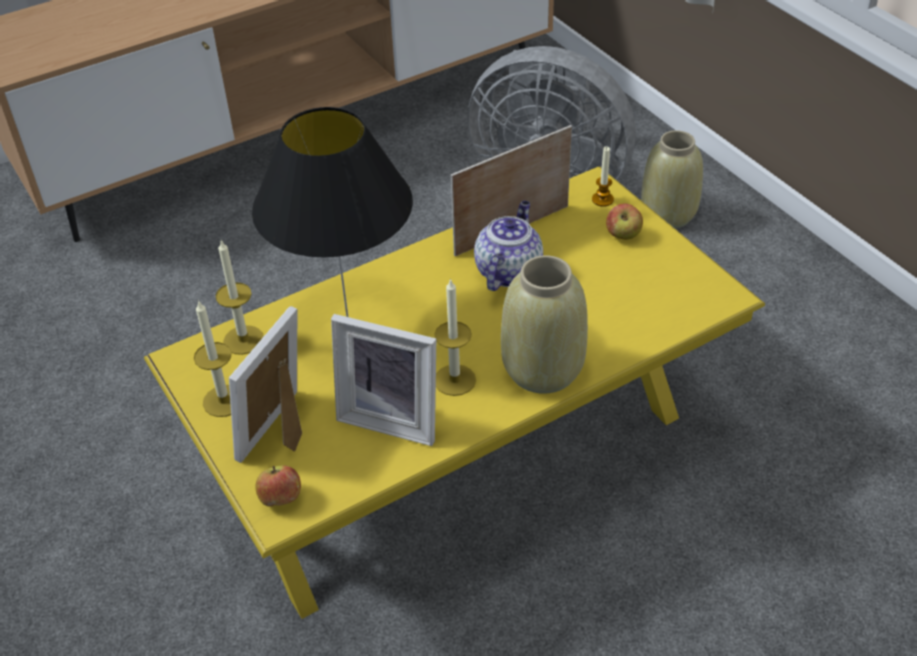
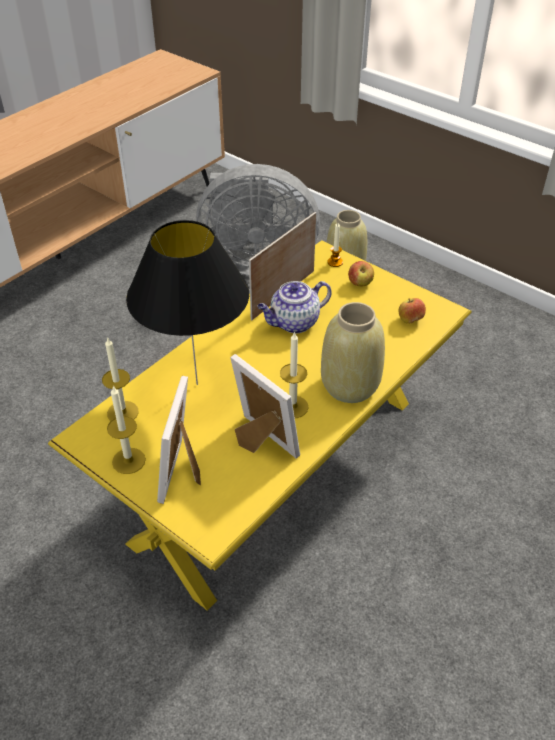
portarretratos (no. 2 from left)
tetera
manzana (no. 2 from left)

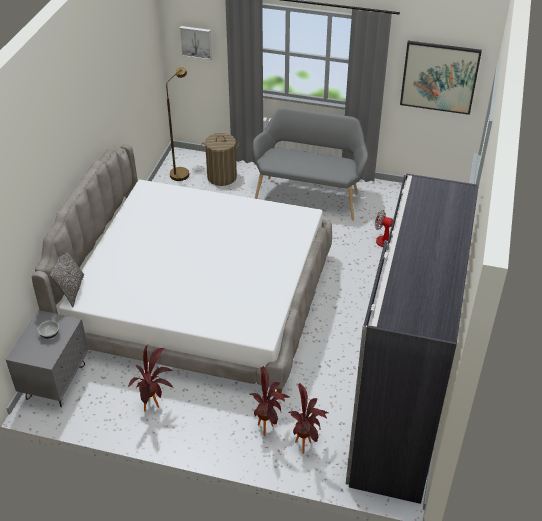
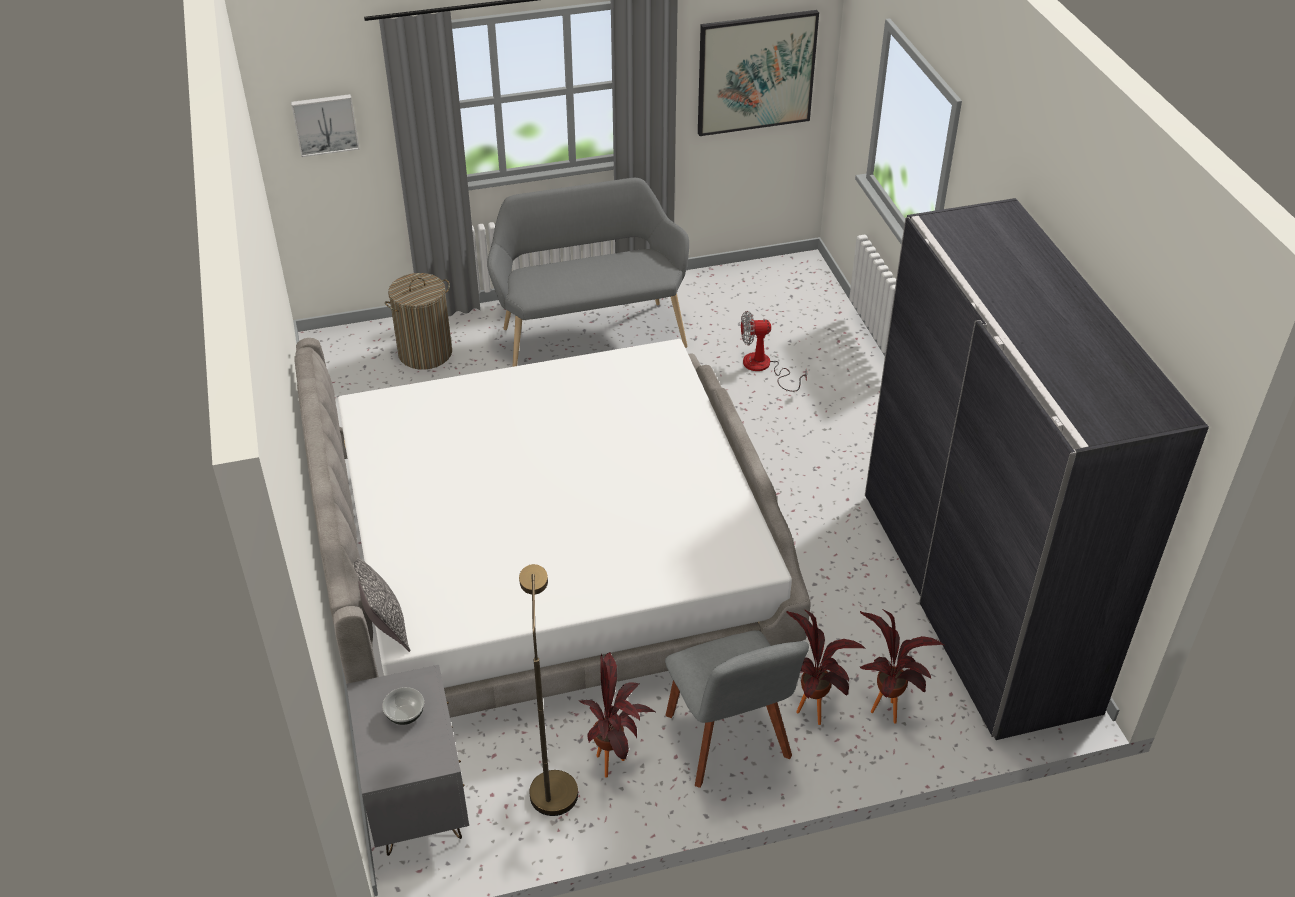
lámpara de pie [marrón]
silla [gris]

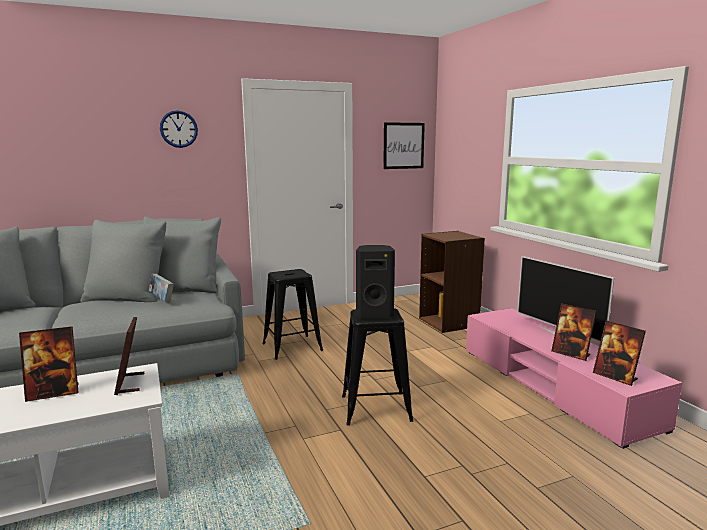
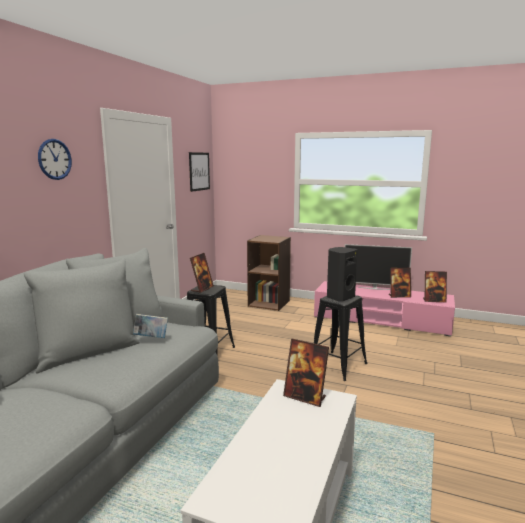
portarretratos (no. 1 from left)

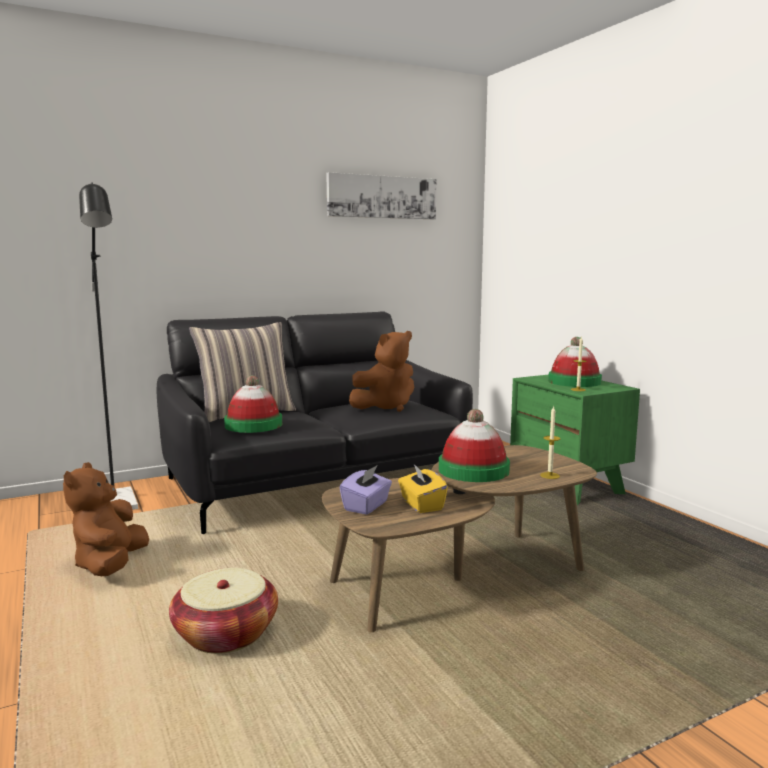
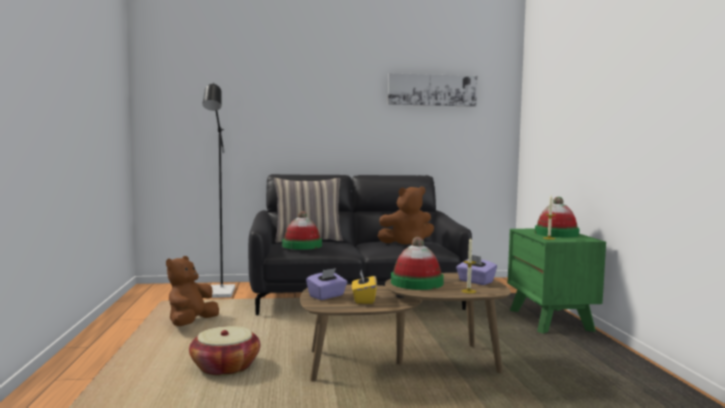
caja de pañuelos [morado] (no. 2 from left)

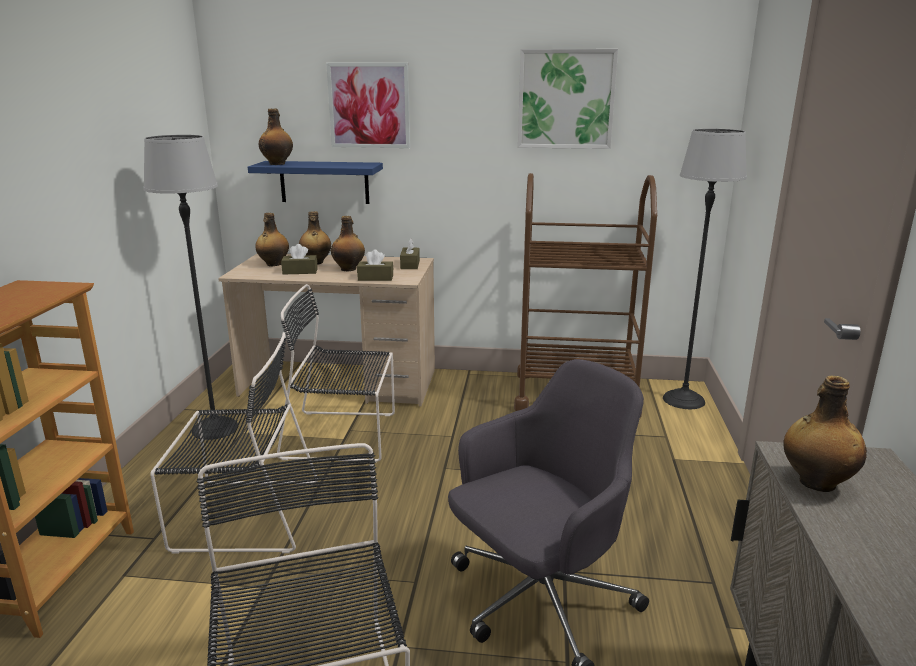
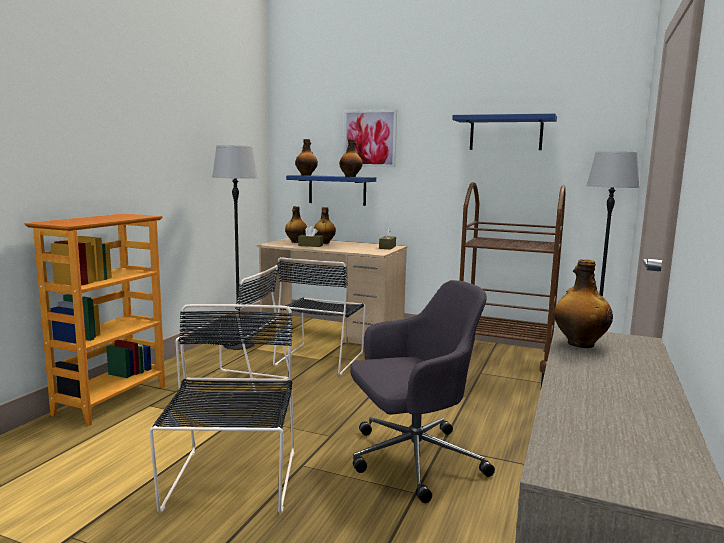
silla [negro] (no. 3 from left)
botella (no. 4 from left)
estante [azul] (no. 2 from left)
caja de pañuelos [marrón] (no. 2 from left in the first image)

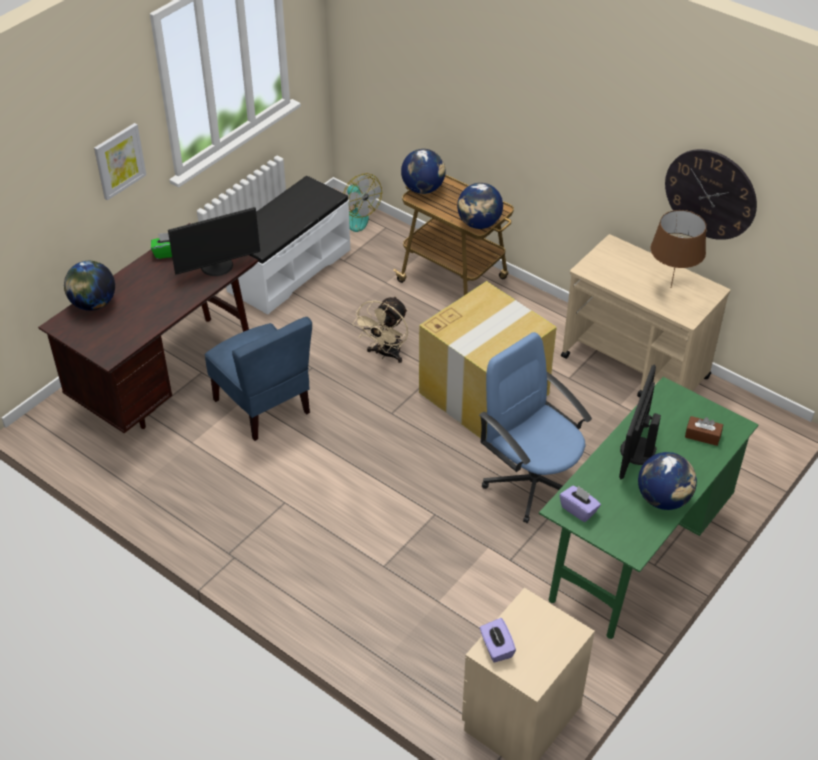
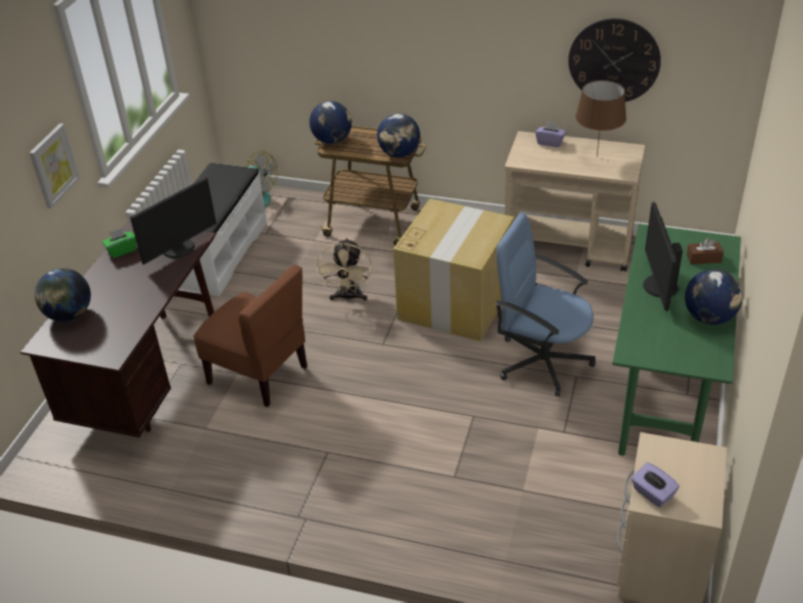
silla [marrón]
caja de pañuelos [morado] (no. 1 from left)

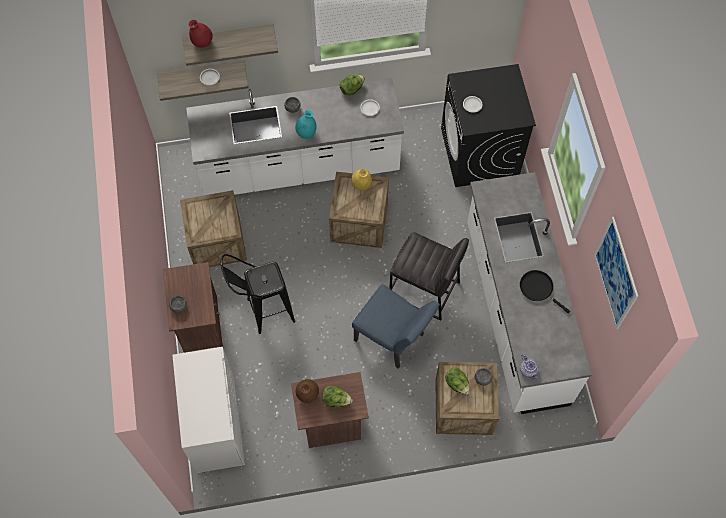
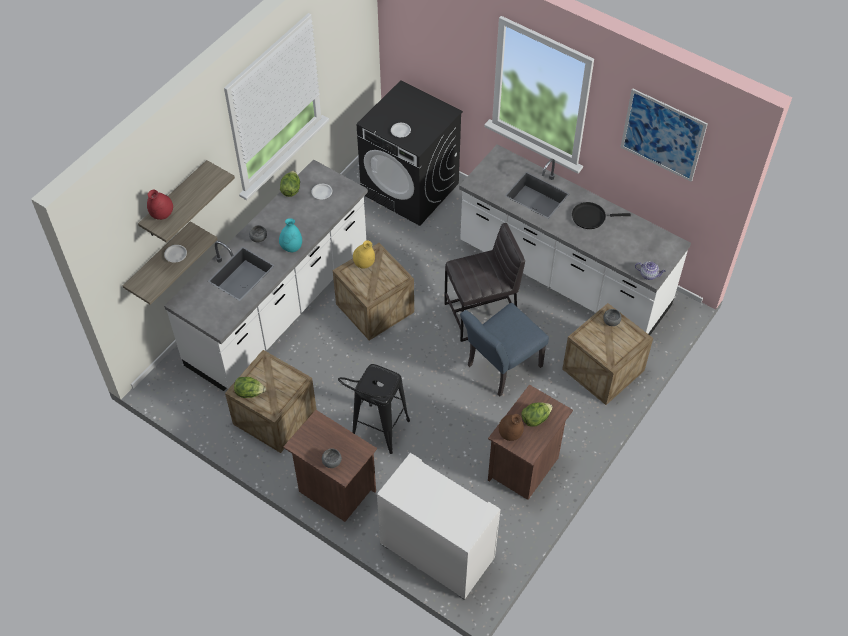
lechuga (no. 1 from left)
silla [azul]

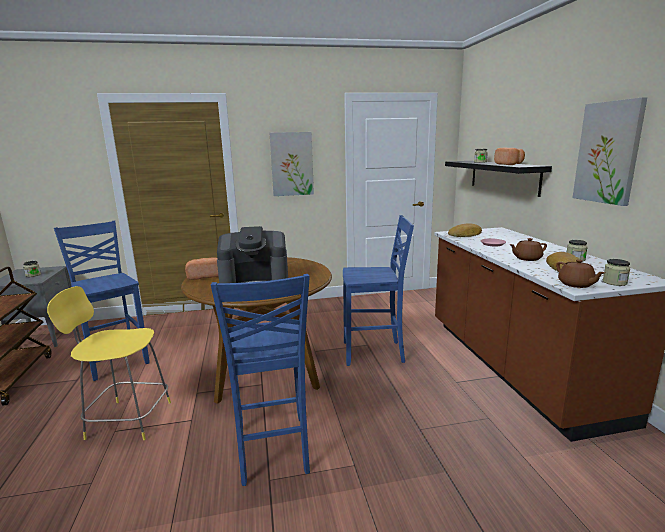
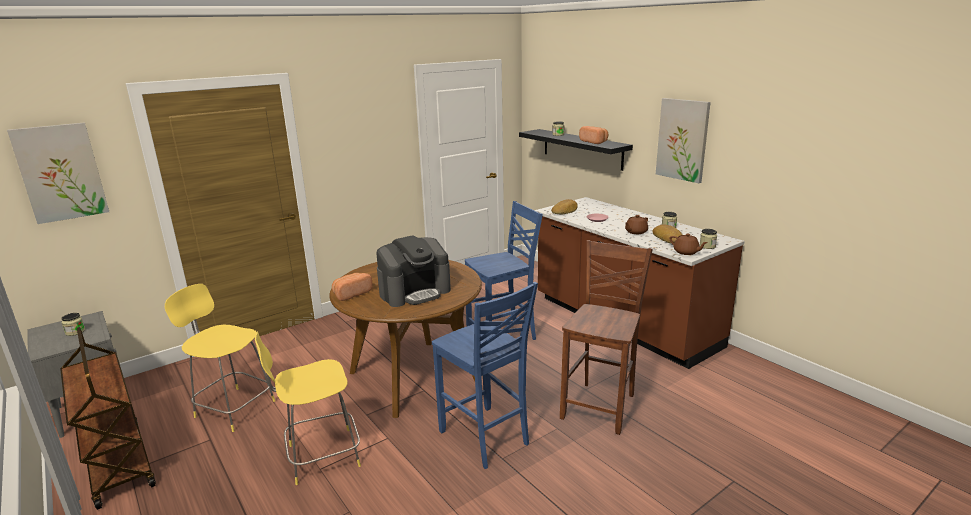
cuadro (no. 1 from left)
taburete [amarillo] (no. 1 from left)
silla [marrón]

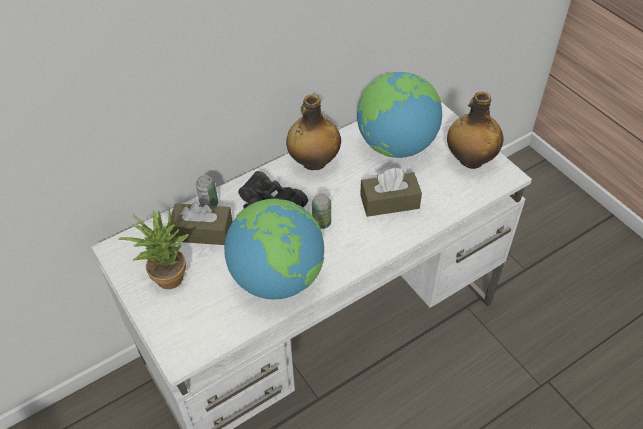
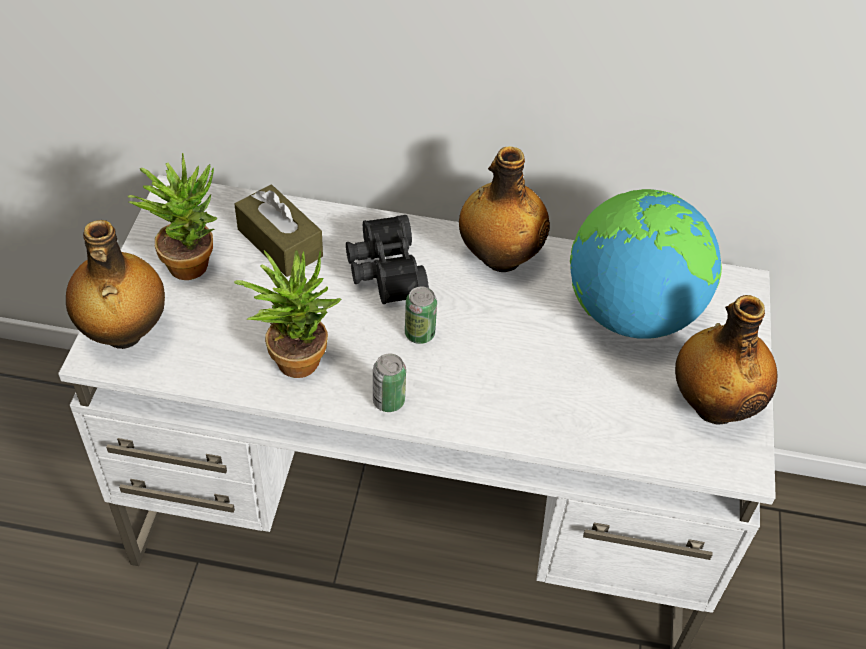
botella (no. 1 from left)
planta en maceta (no. 2 from left)
lata (no. 1 from left)
caja de pañuelos [marrón] (no. 2 from left in the first image)

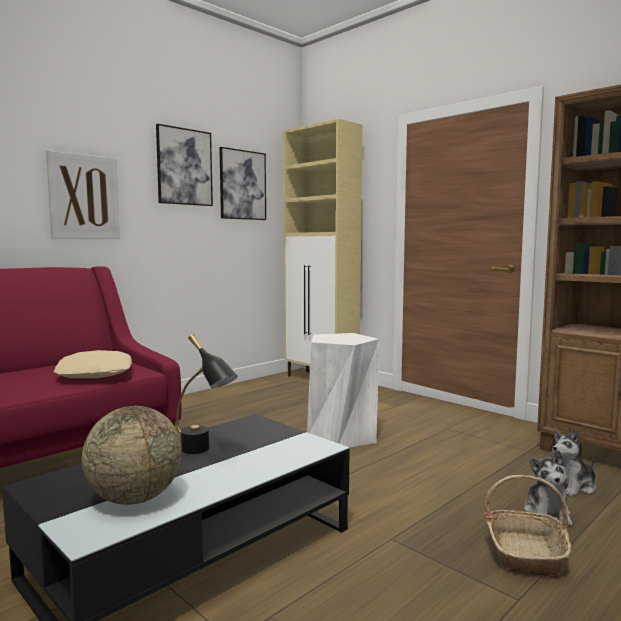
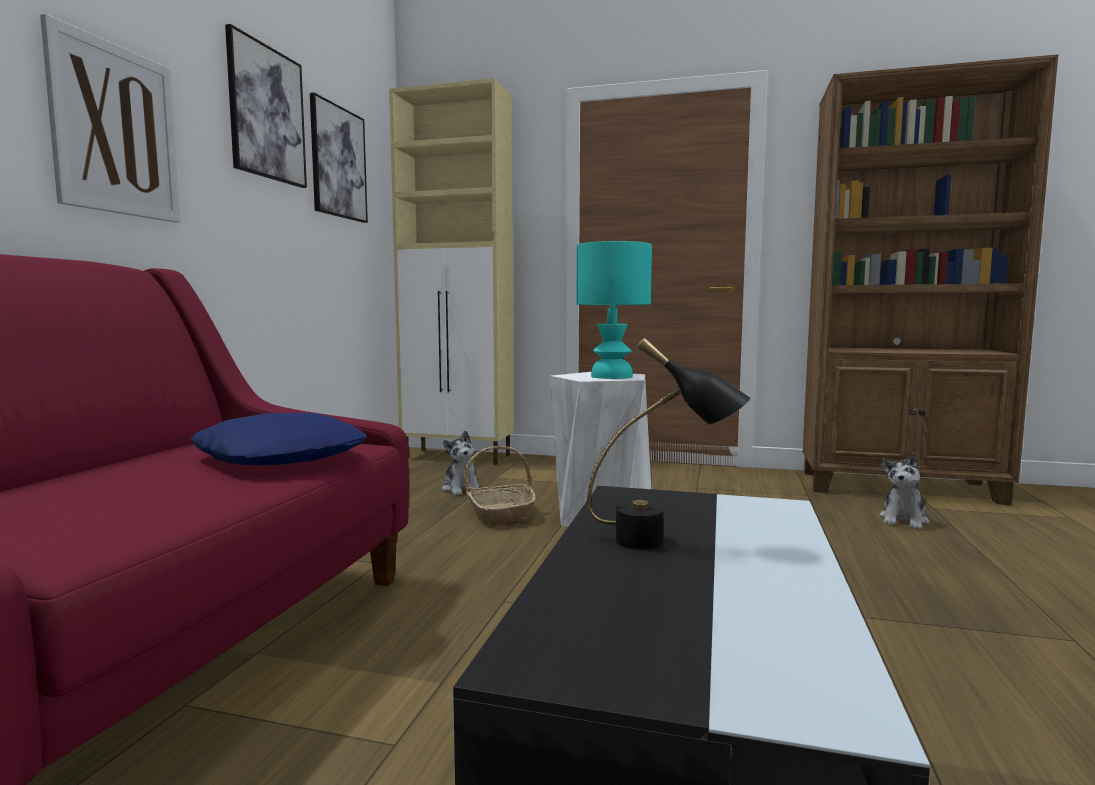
cojín [azul]
peluche (no. 1 from left)
cesta
lámpara de mesa [turquesa]
globo terráqueo

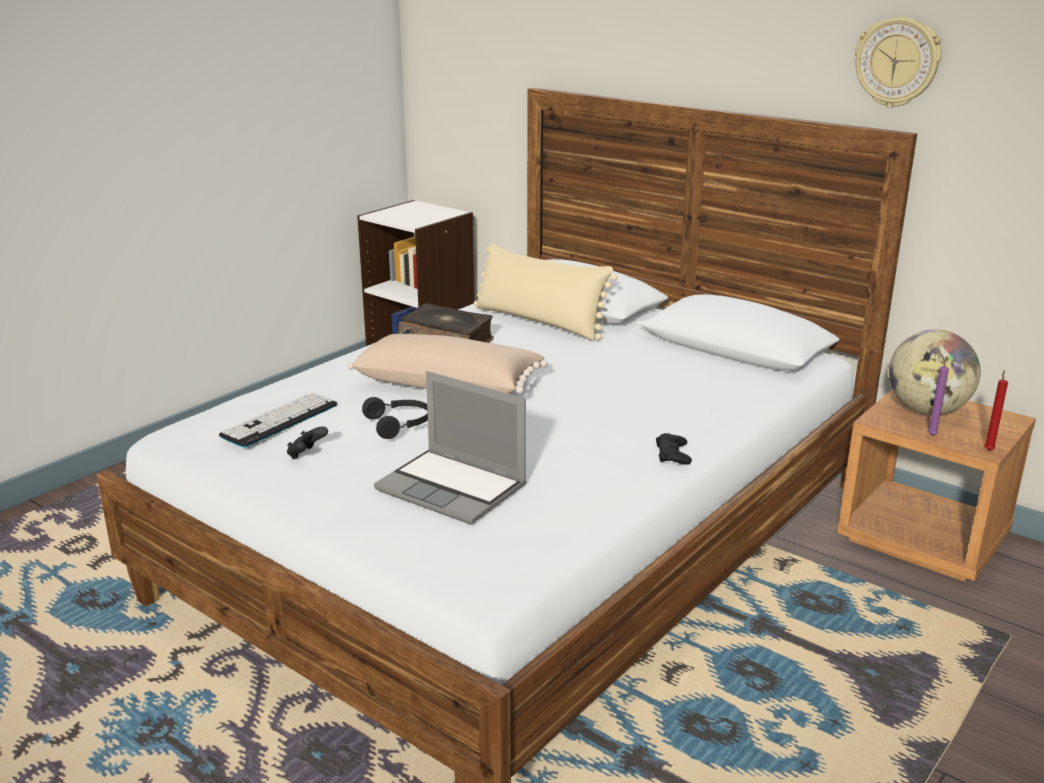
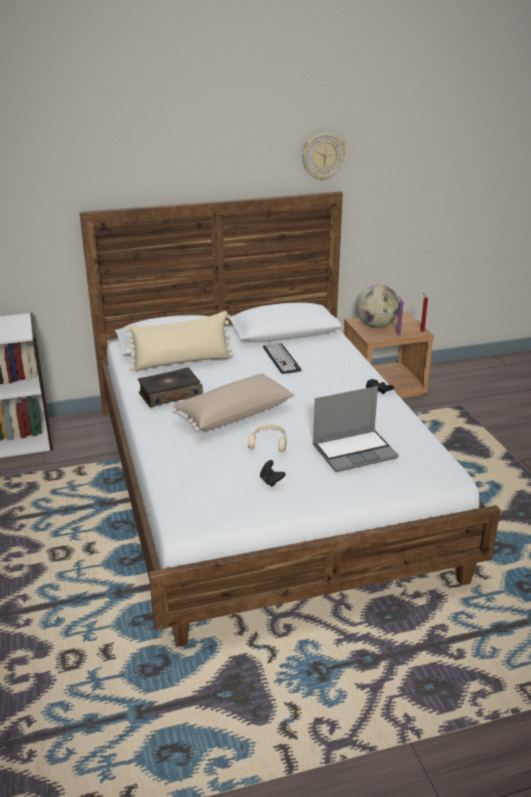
auriculares [beis]
teclado

